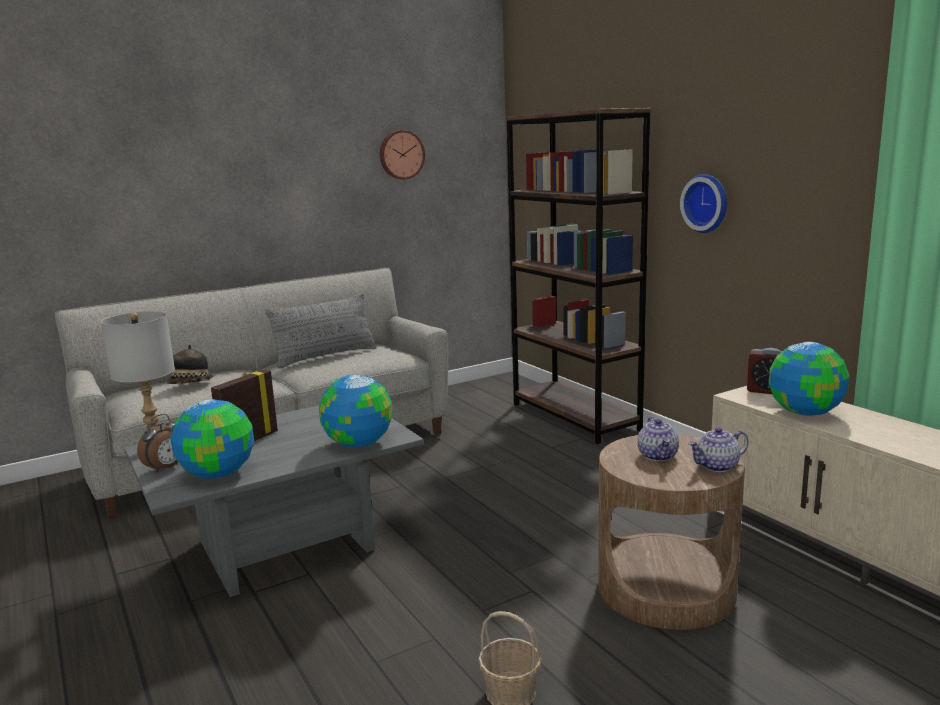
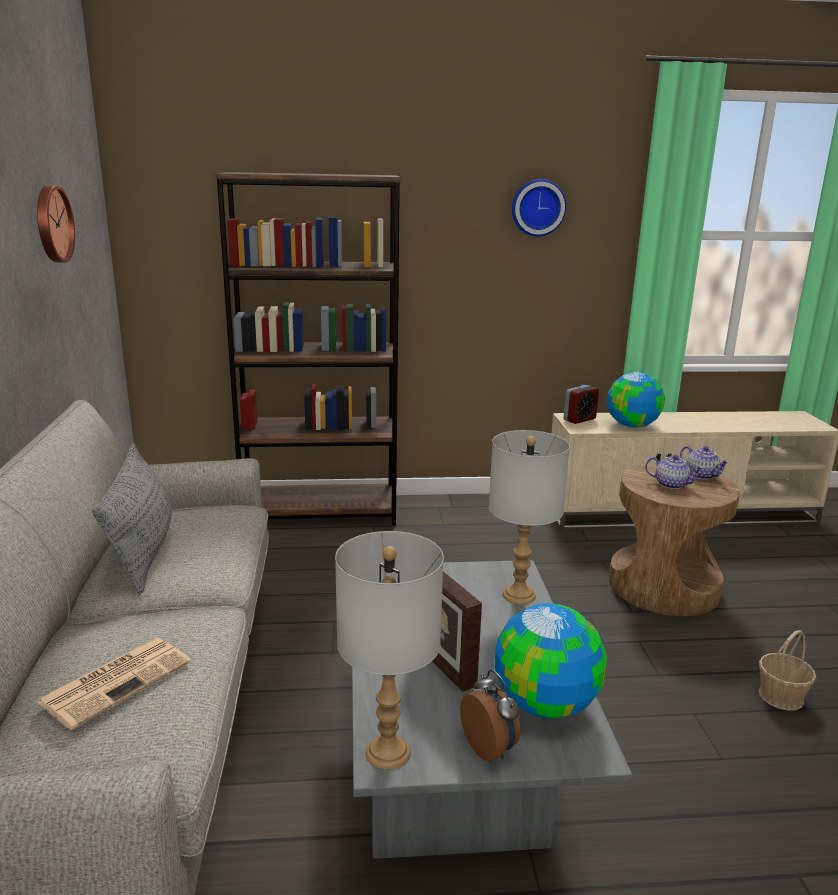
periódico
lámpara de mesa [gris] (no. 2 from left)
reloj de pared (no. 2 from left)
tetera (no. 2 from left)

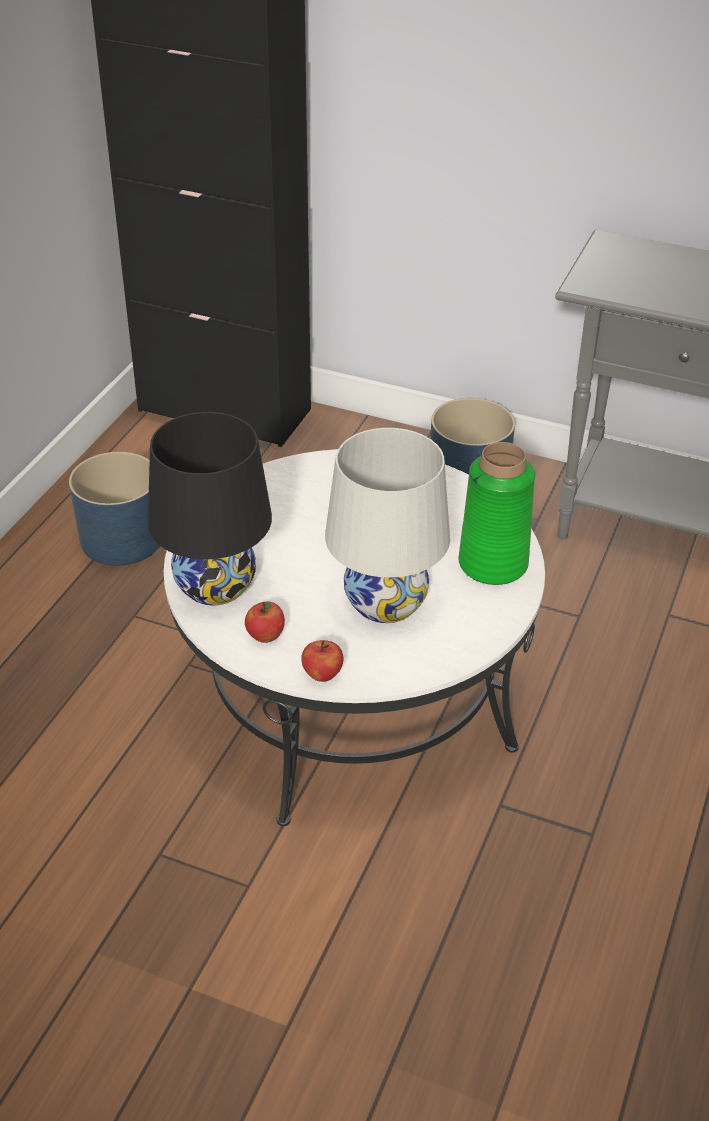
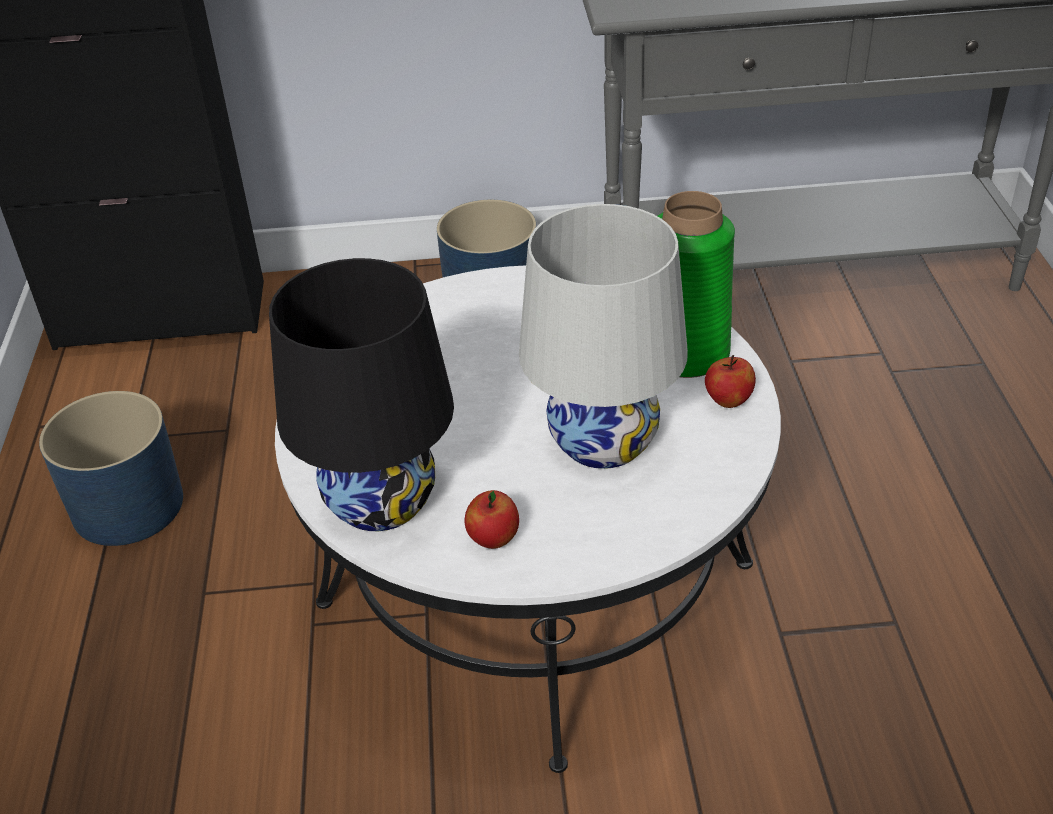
manzana (no. 2 from left)

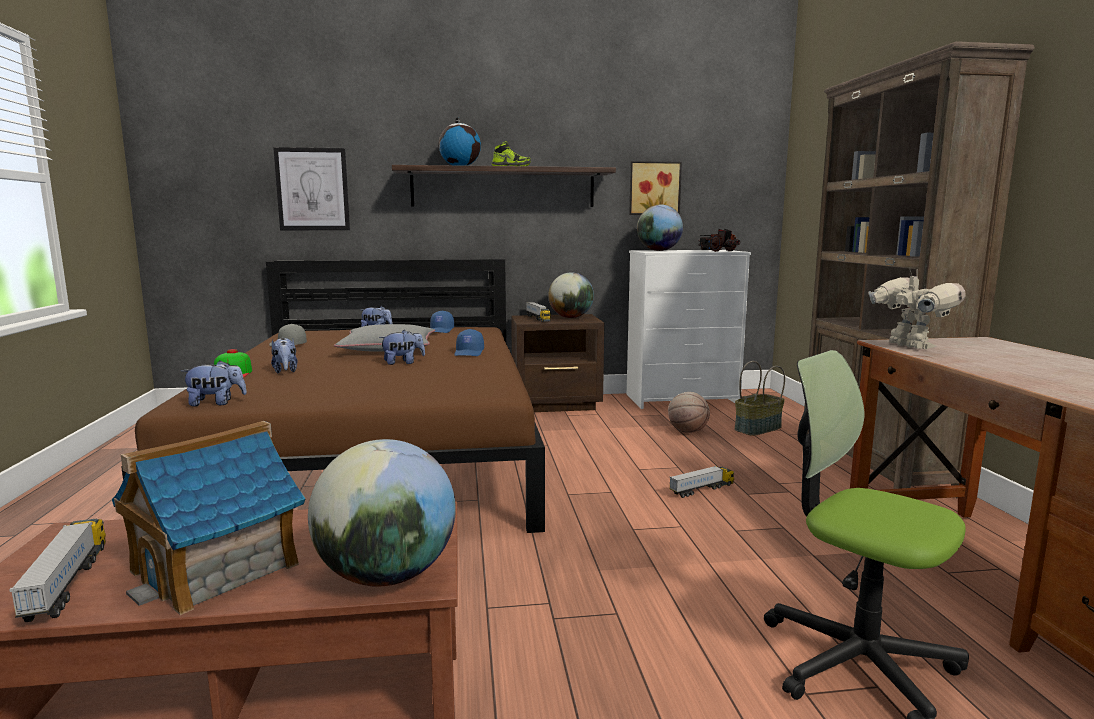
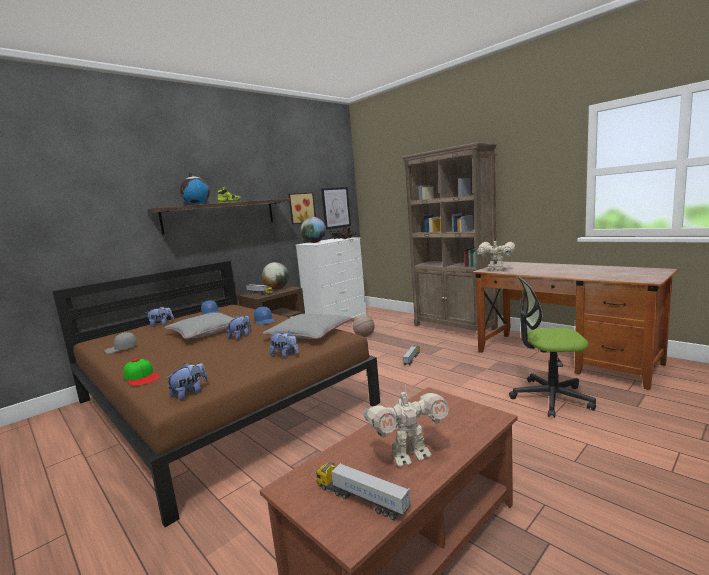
cojín [gris] (no. 2 from left)
peluche (no. 4 from left)
cuadro (no. 2 from left)
robot de juguete (no. 1 from left)
globo terráqueo (no. 1 from left in the first image)
cesta

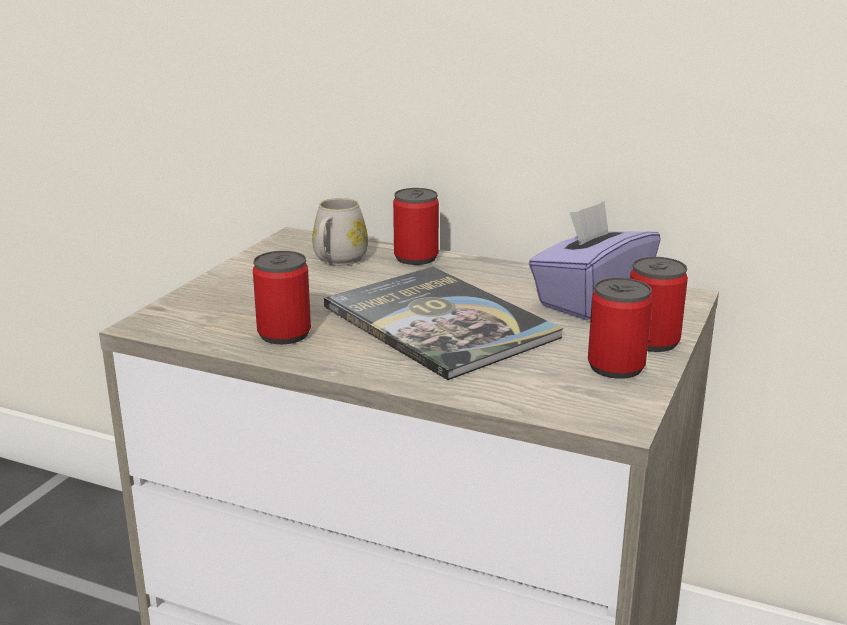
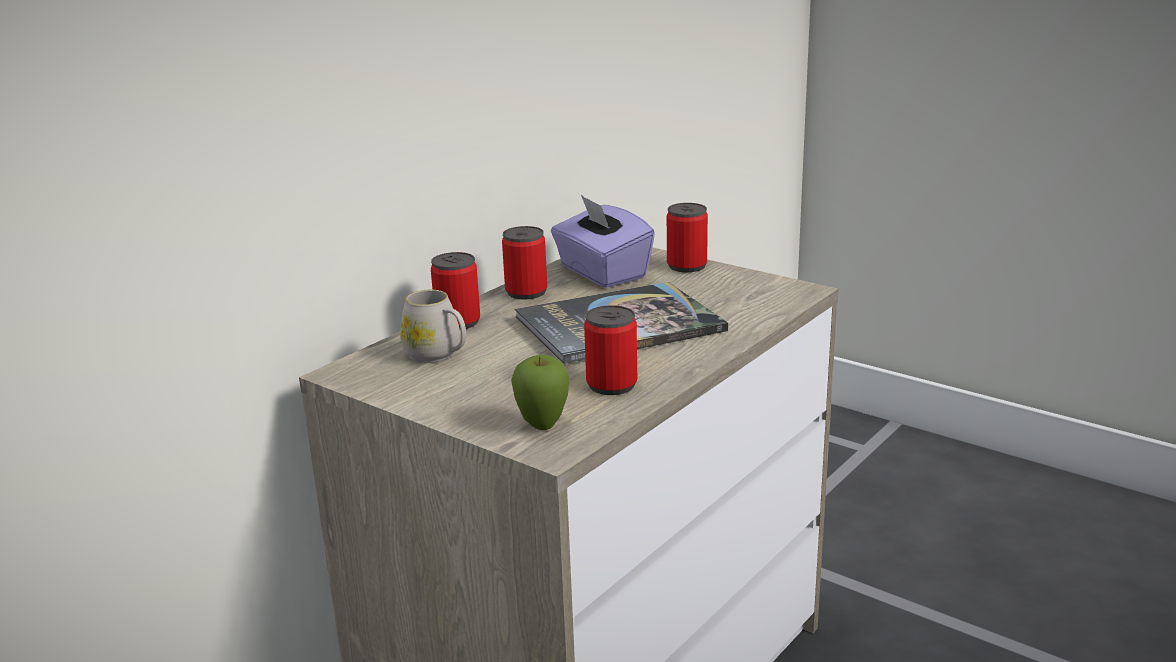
lata (no. 2 from left)
manzana

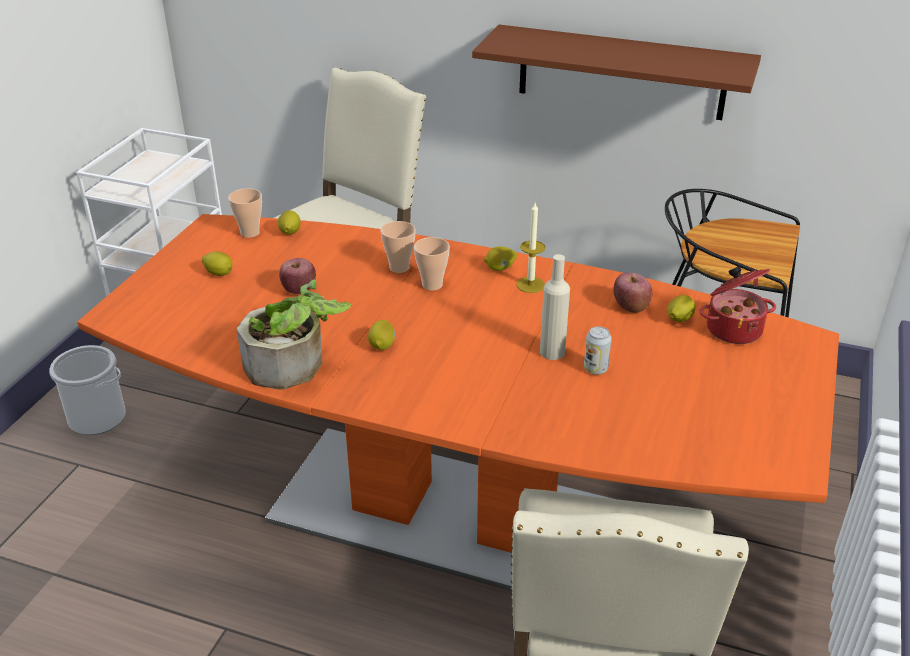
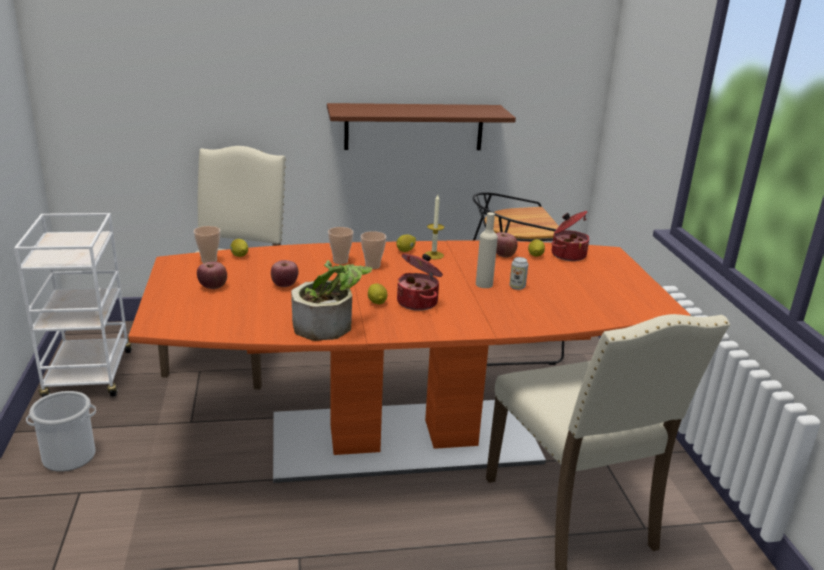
manzana (no. 1 from left)
olla (no. 1 from left)

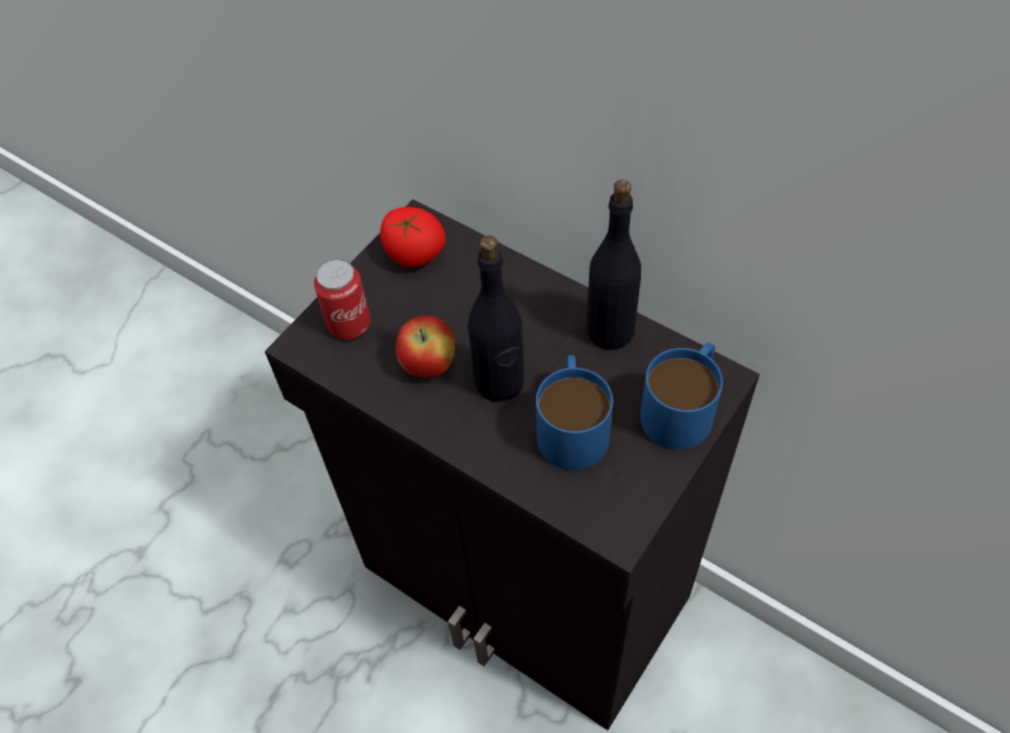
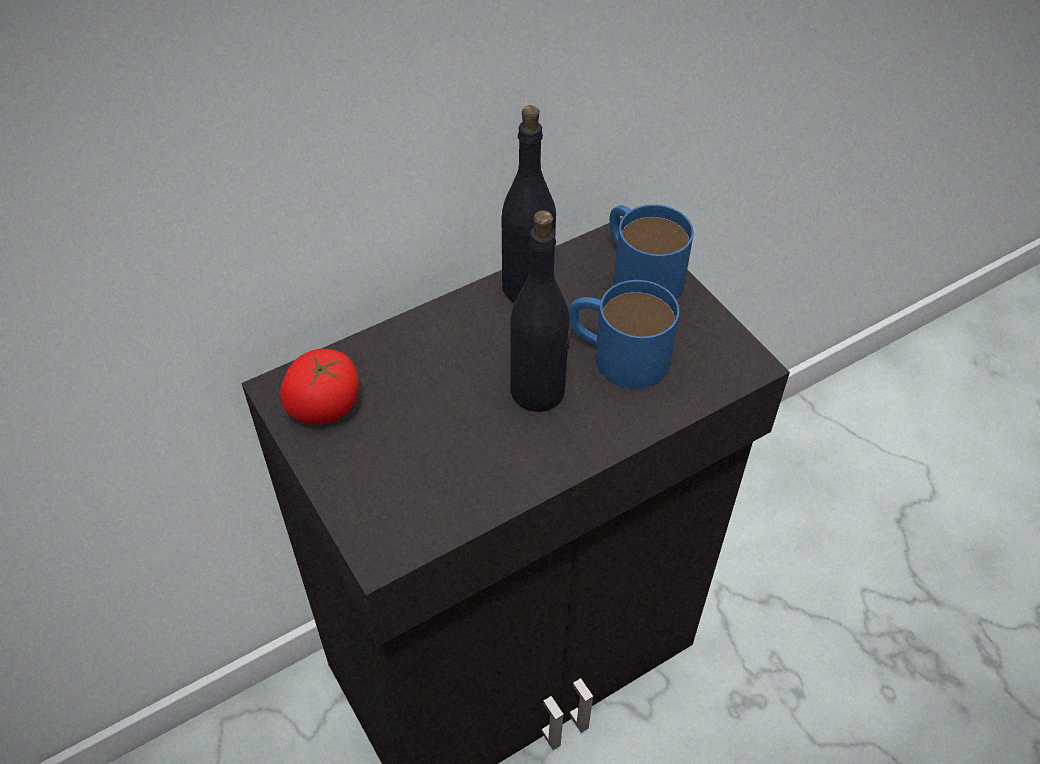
lata
manzana

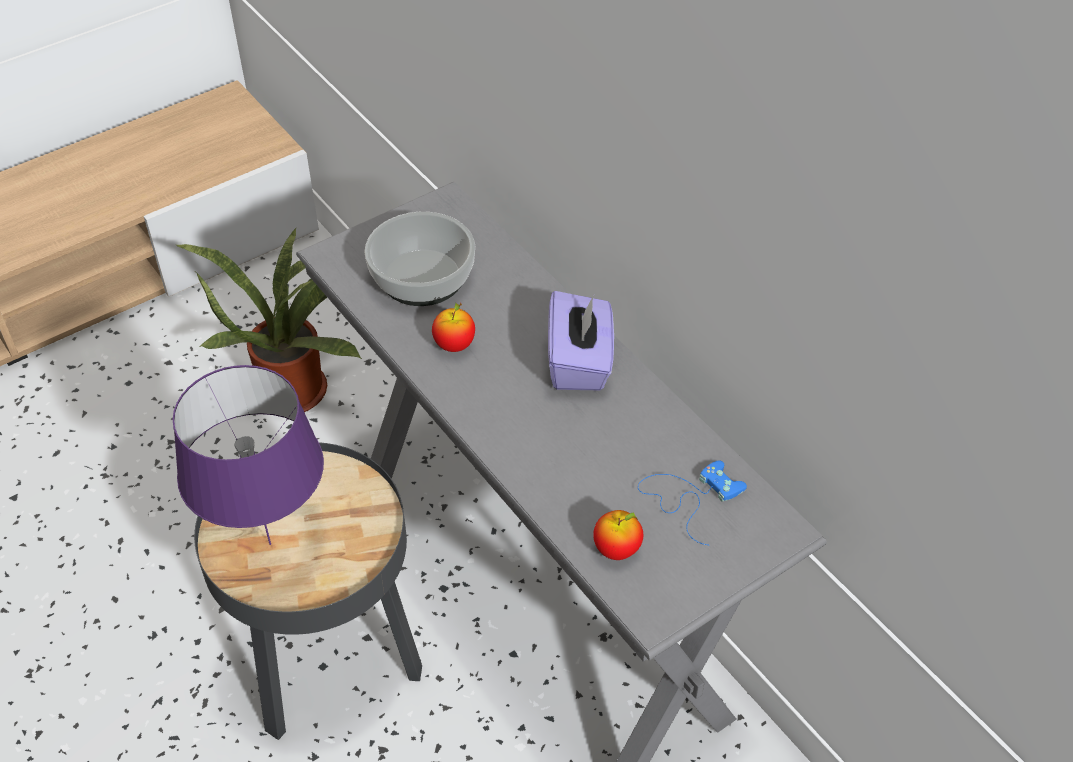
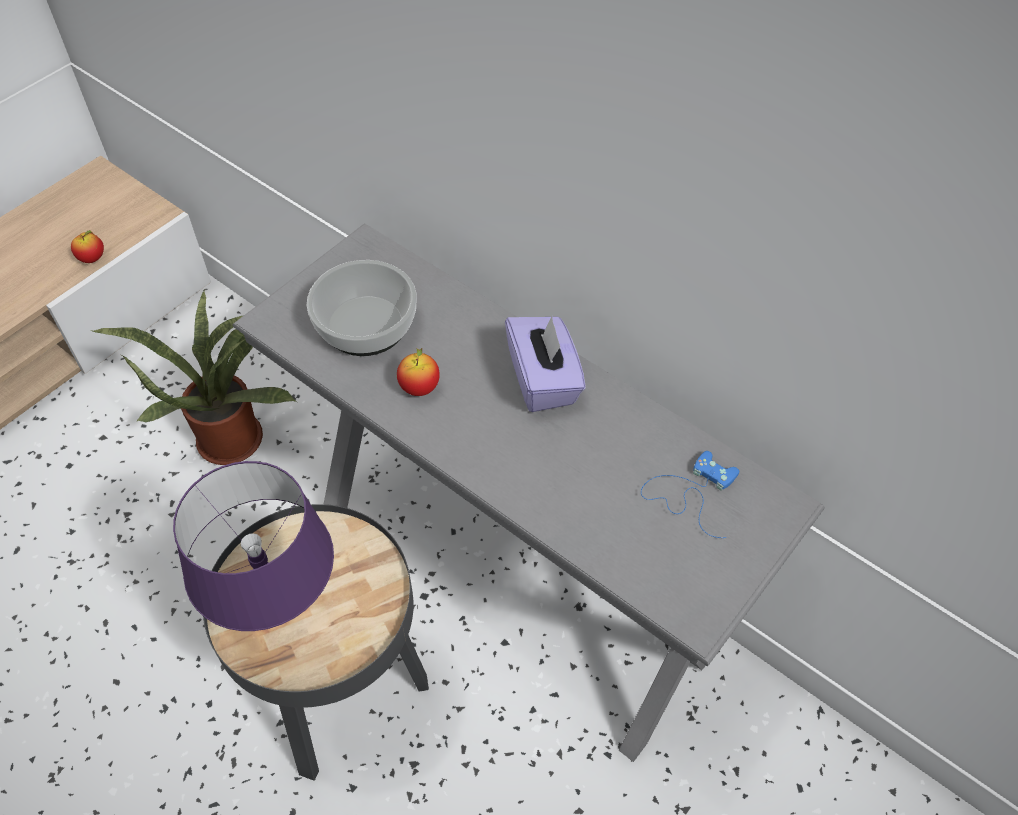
manzana (no. 1 from left)

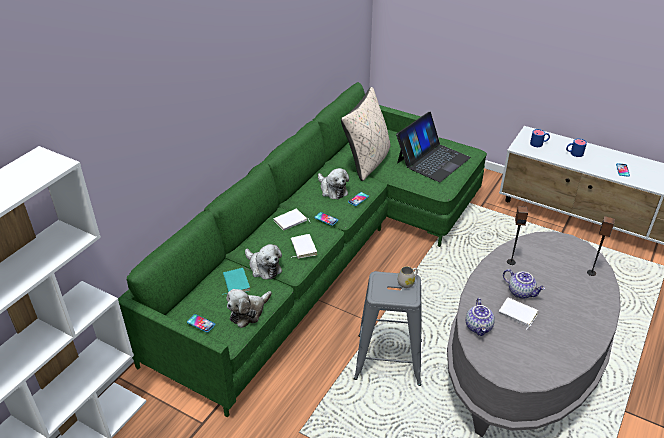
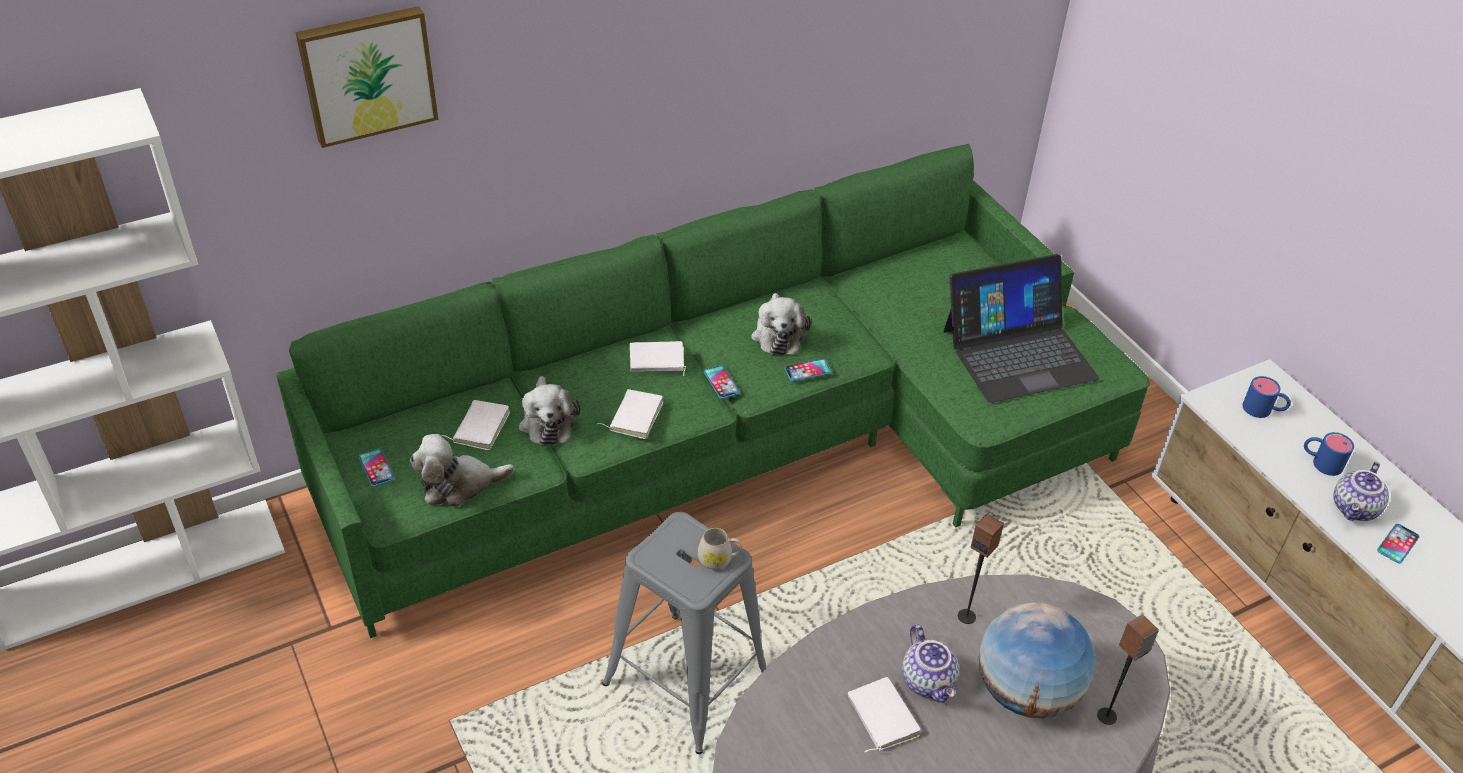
cuadro
libro [blanco] (no. 1 from left)
globo terráqueo
tetera (no. 2 from left)
cojín [beis]

